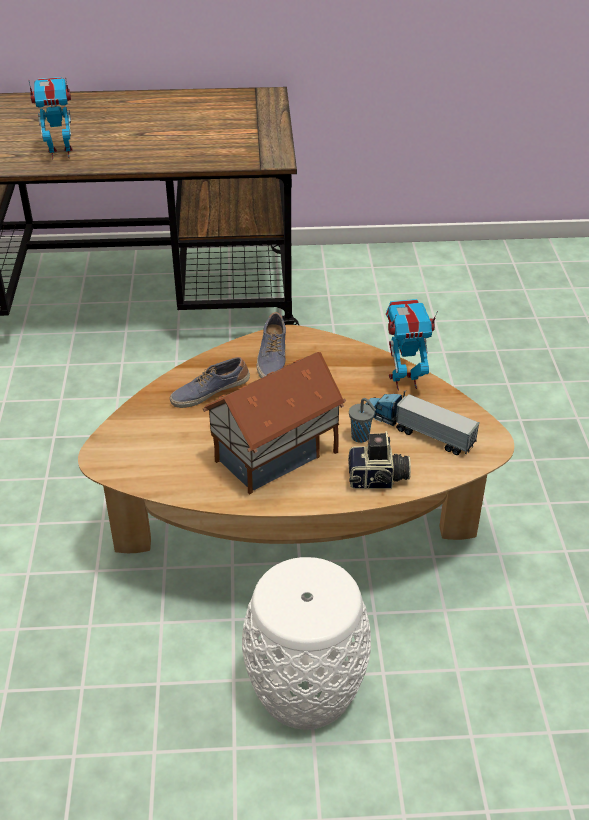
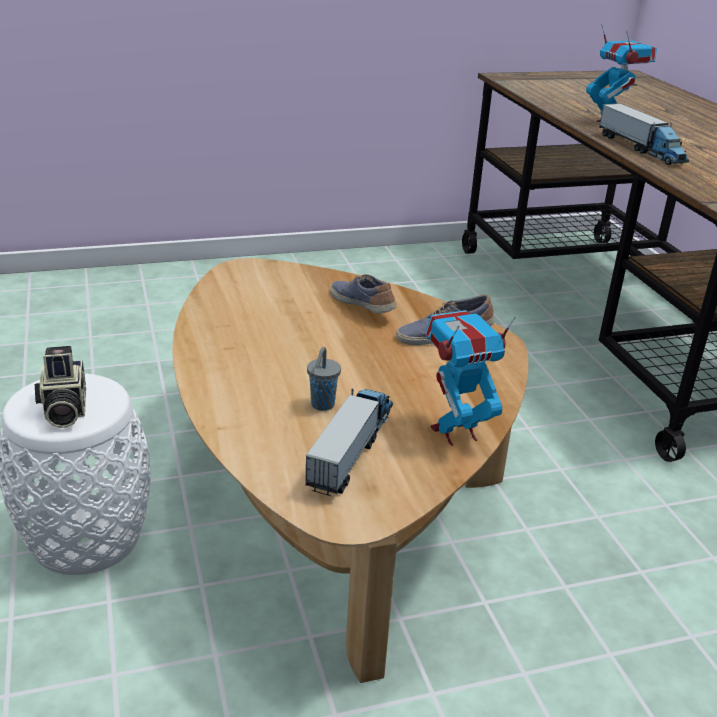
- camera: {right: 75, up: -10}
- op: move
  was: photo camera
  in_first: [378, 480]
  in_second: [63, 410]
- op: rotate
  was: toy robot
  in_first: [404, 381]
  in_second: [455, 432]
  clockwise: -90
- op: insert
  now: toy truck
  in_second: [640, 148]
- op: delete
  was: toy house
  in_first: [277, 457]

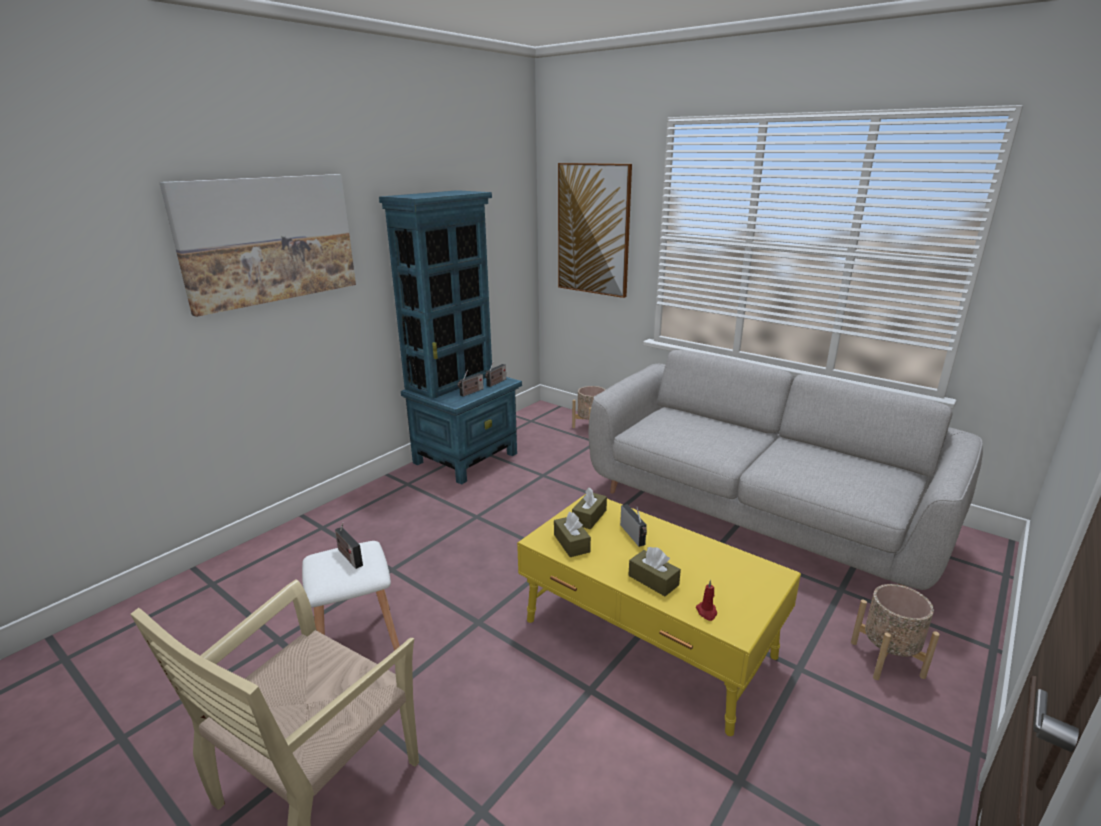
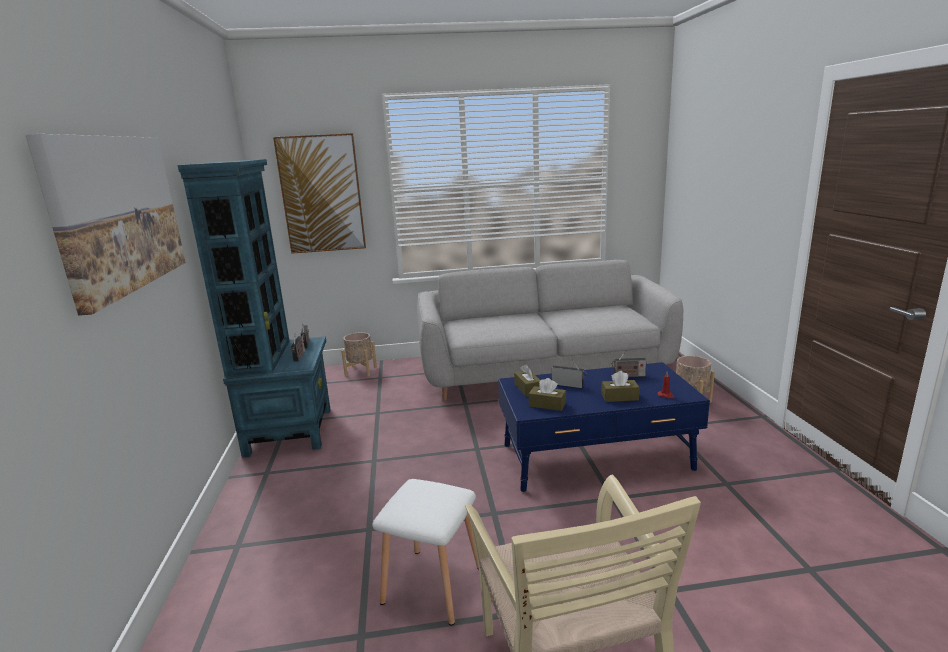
- camera: {right: -45, up: -5}
- op: recolor
  was: yellow coffee table
  now: blue coffee table
  in_first: [648, 639]
  in_second: [596, 457]
- op: move
  was: radio
  in_first: [348, 556]
  in_second: [628, 376]

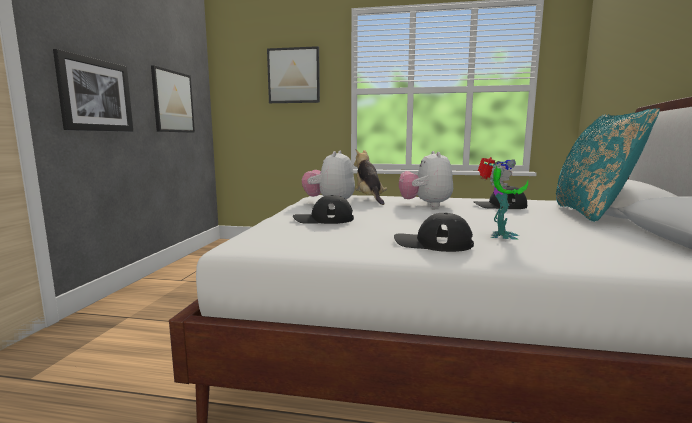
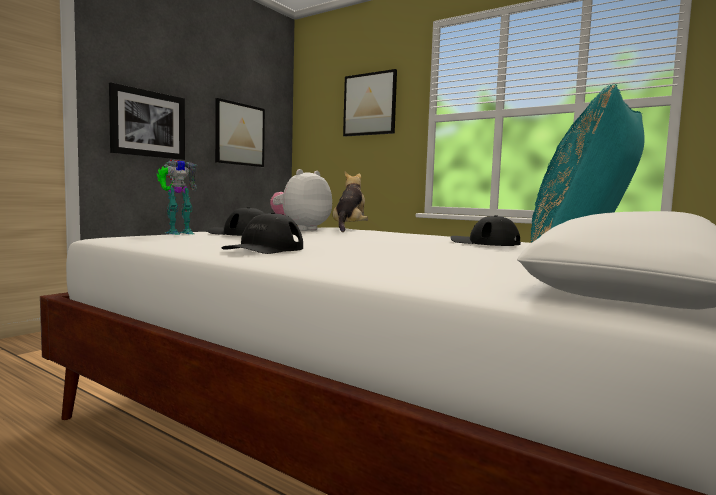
- camera: {right: 25, up: -5}
- op: move
  was: toy robot
  in_first: [499, 235]
  in_second: [178, 233]
- op: rotate
  was: black cap
  in_first: [432, 243]
  in_second: [264, 249]
  clockwise: -105
- op: delete
  was: plush toy
  in_first: [425, 205]

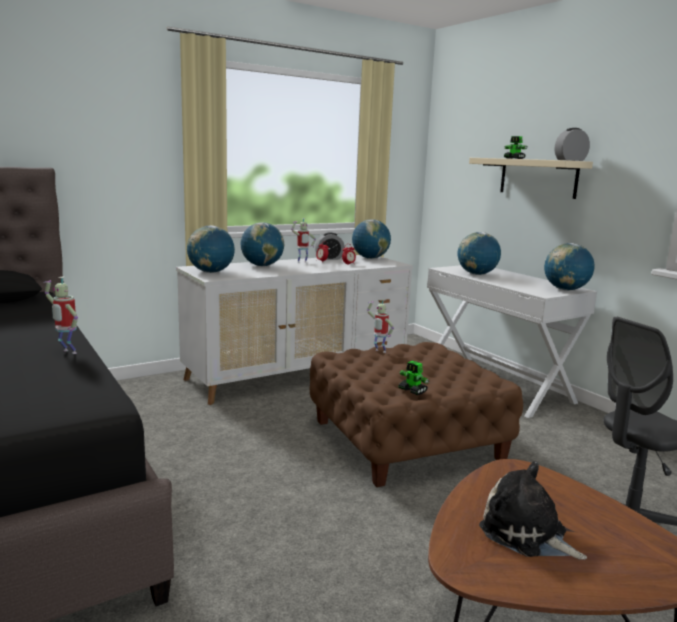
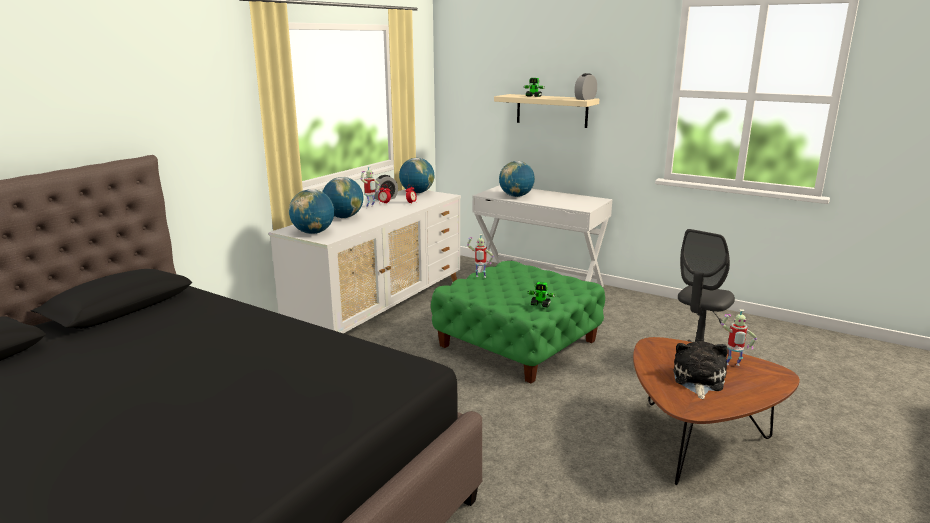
- camera: {right: -25, up: 5}
- op: recolor
  was: brown ottoman
  now: green ottoman
  in_first: [406, 440]
  in_second: [518, 343]
- op: rotate
  was: plush toy
  in_first: [527, 534]
  in_second: [698, 380]
  clockwise: 90
- op: move
  was: toy robot
  in_first: [67, 352]
  in_second: [732, 365]
- op: delete
  was: globe
  in_first: [565, 290]

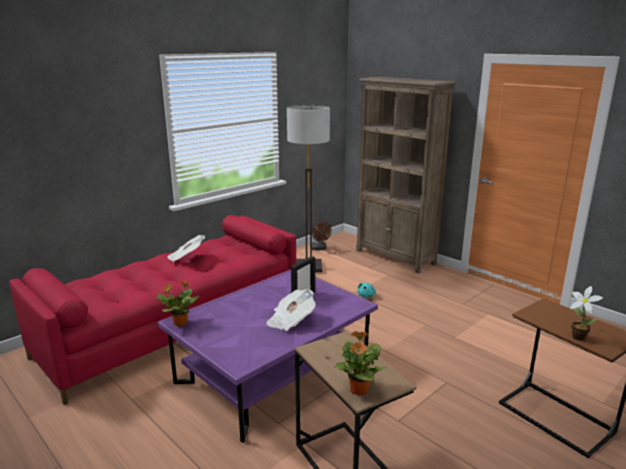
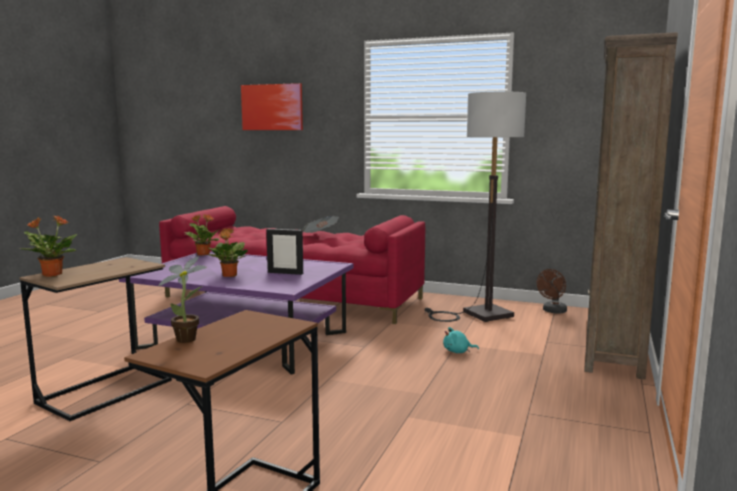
- camera: {right: 65, up: -10}
- op: replace
  was: newspaper
  now: potted plant
  in_first: [291, 321]
  in_second: [229, 275]
- op: insert
  now: picture
  in_second: [272, 107]

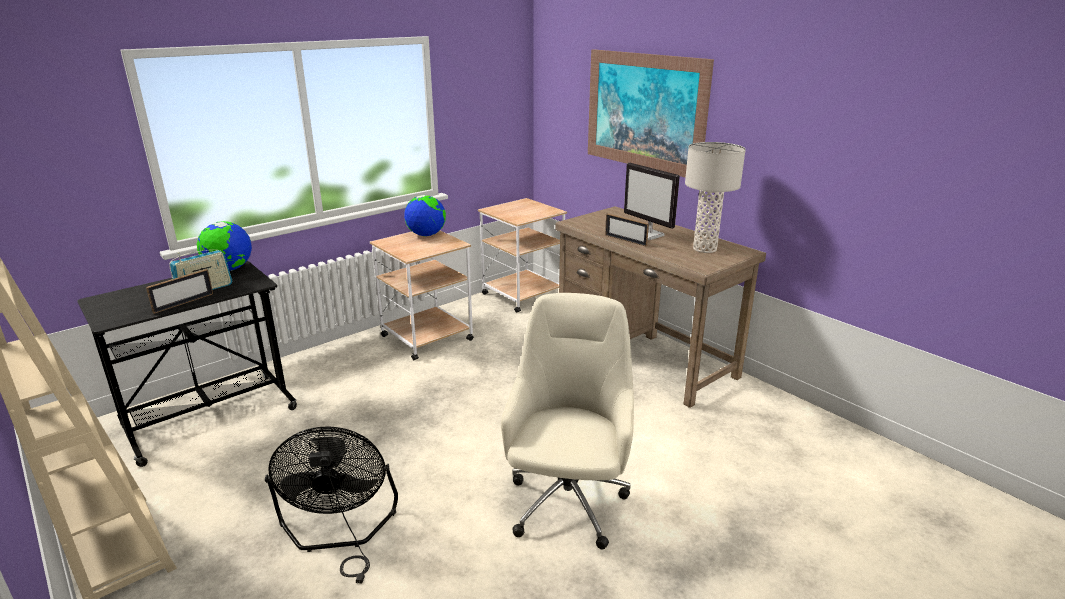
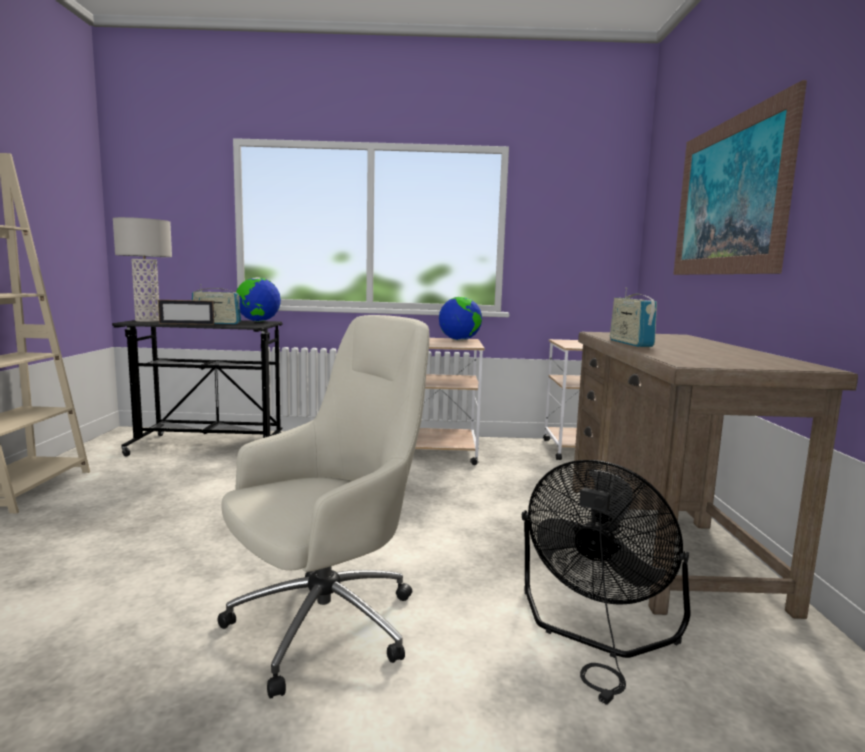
- camera: {right: 40, up: -15}
- op: move
  was: white table lamp
  in_first: [704, 249]
  in_second: [147, 320]
- op: move
  was: black fan
  in_first: [340, 535]
  in_second: [593, 633]
- op: replace
  was: picture frame
  now: radio
  in_first: [625, 240]
  in_second: [630, 343]
- op: delete
  was: monitor
  in_first: [649, 235]

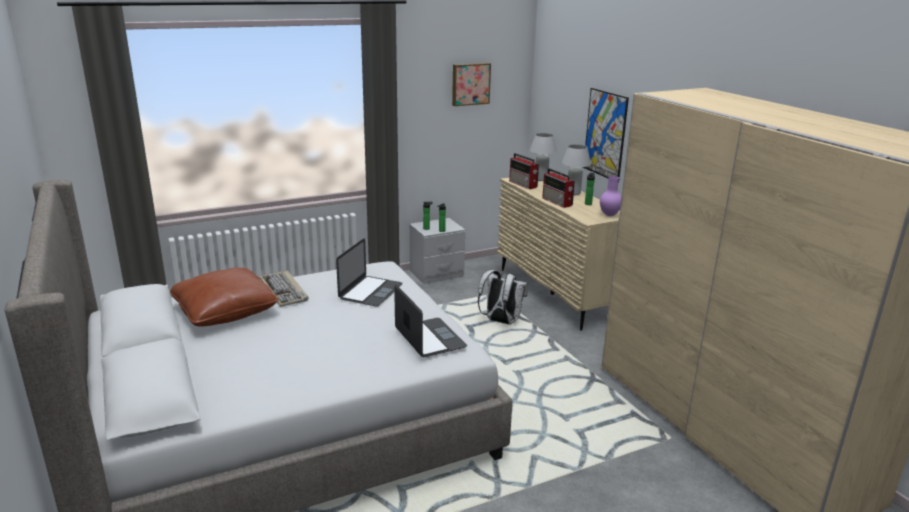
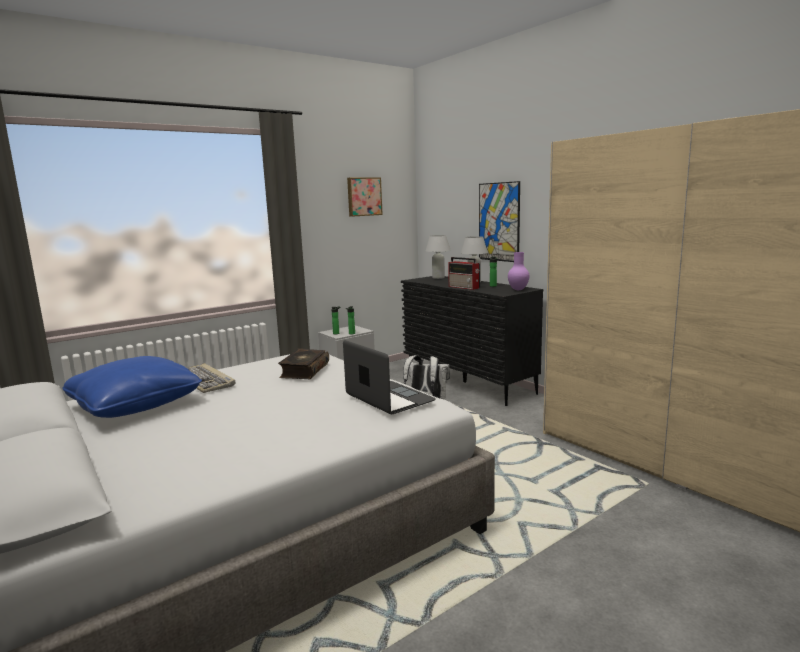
- camera: {right: -10, up: -10}
- op: recolor
  was: brown pillow
  now: blue pillow
  in_first: [225, 311]
  in_second: [135, 405]
- op: replace
  was: laptop
  now: book
  in_first: [370, 291]
  in_second: [304, 371]
- op: recolor
  was: beige dresser
  now: black dresser
  in_first: [555, 294]
  in_second: [467, 382]
- op: delete
  was: radio
  in_first: [523, 184]

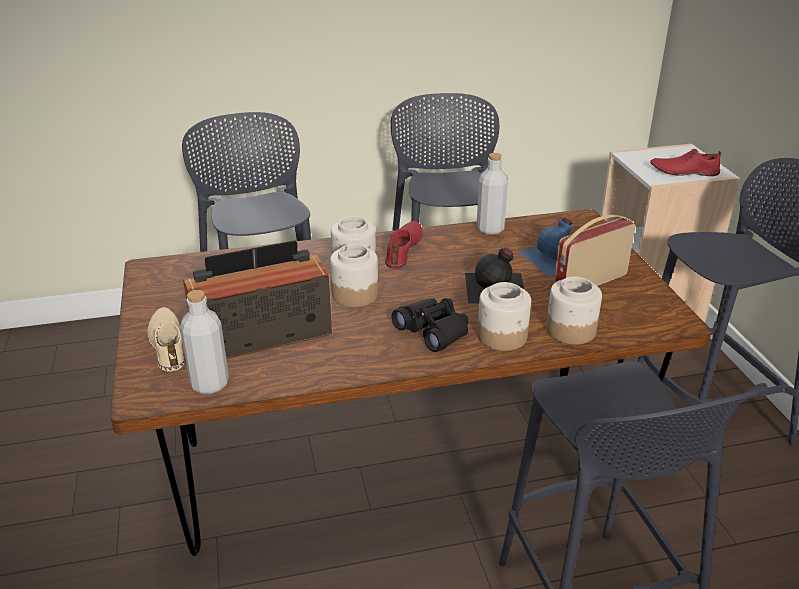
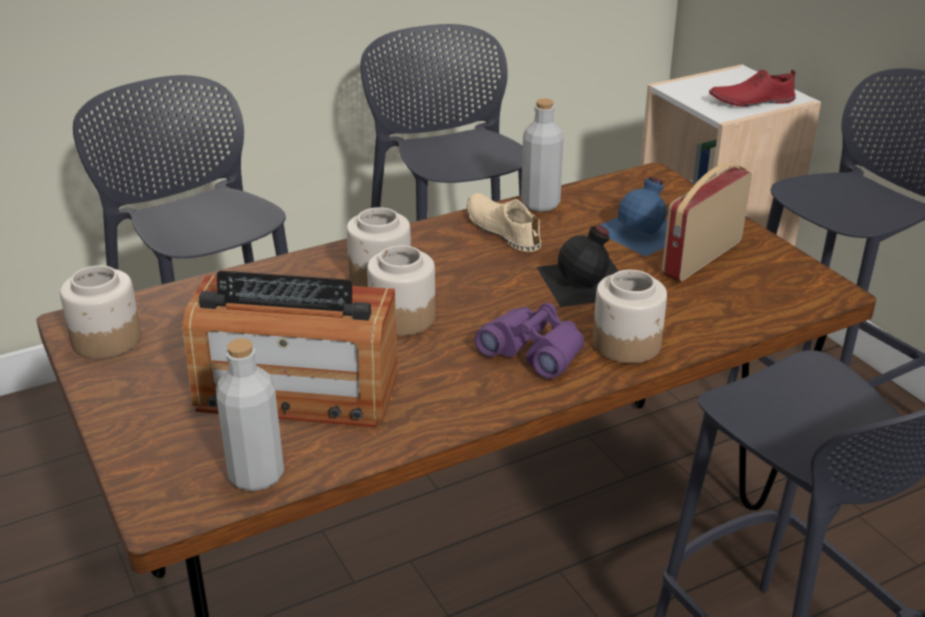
- camera: {right: -15, up: 0}
- op: move
  was: jar
  in_first: [570, 330]
  in_second: [106, 340]
- op: rotate
  was: radio
  in_first: [261, 333]
  in_second: [297, 391]
  clockwise: -135
- op: move
  was: beige shoe
  in_first: [168, 344]
  in_second: [503, 229]
- op: recolor
  was: black binoculars
  now: purple binoculars
  in_first: [433, 331]
  in_second: [534, 351]
- op: delete
  was: red shoe
  in_first: [404, 249]

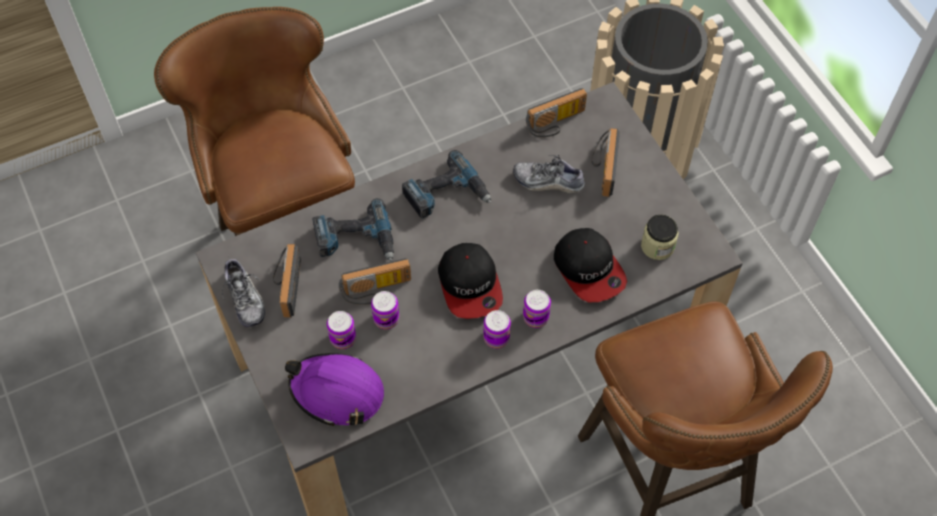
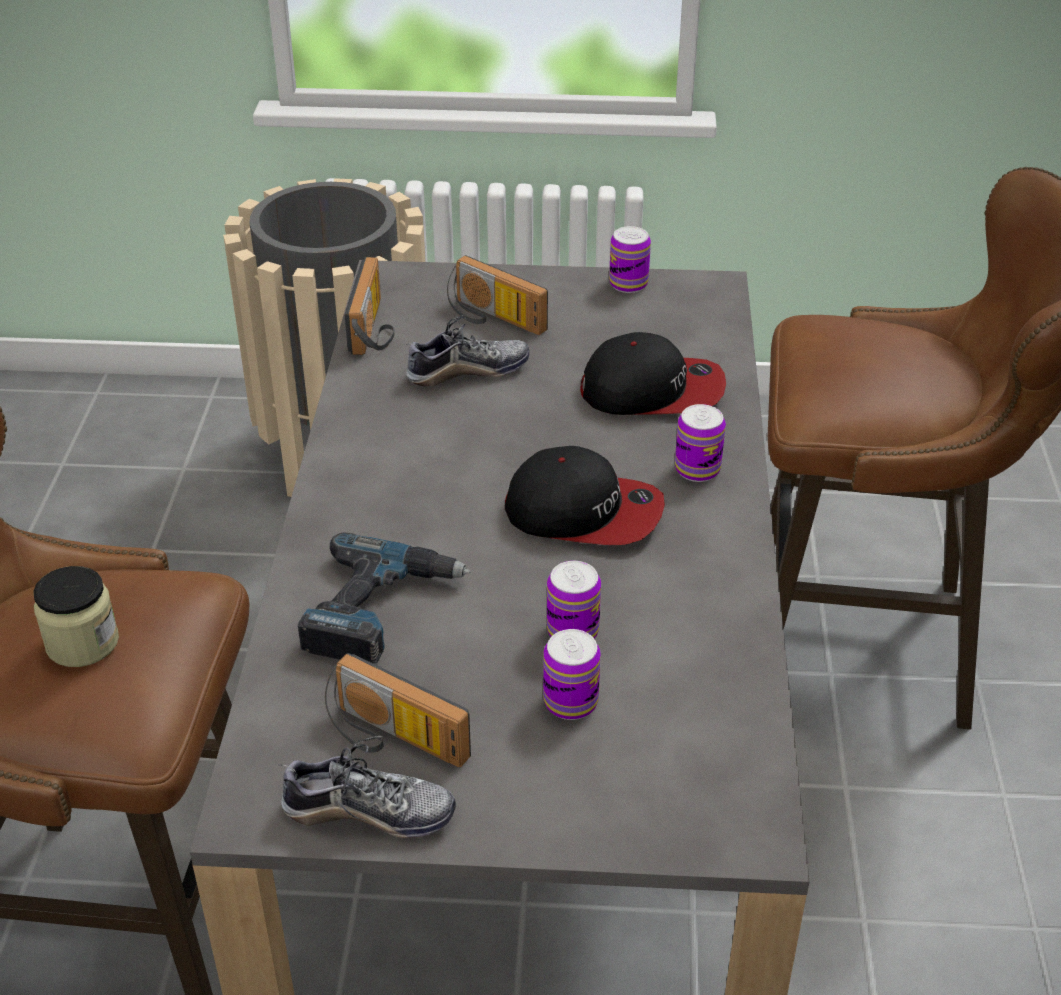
- camera: {right: -60, up: -20}
- op: move
  was: jar
  in_first: [657, 246]
  in_second: [82, 643]
- op: rotate
  was: shoe
  in_first: [548, 181]
  in_second: [467, 371]
  clockwise: -150
- op: move
  was: can
  in_first: [496, 338]
  in_second: [628, 284]
- op: delete
  was: purple hard hat
  in_first: [337, 392]
- op: delete
  was: radio
  in_first: [376, 291]
- op: delete
  was: power drill
  in_first: [446, 195]

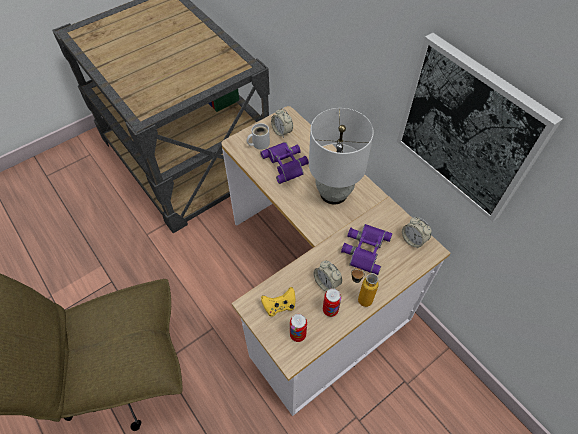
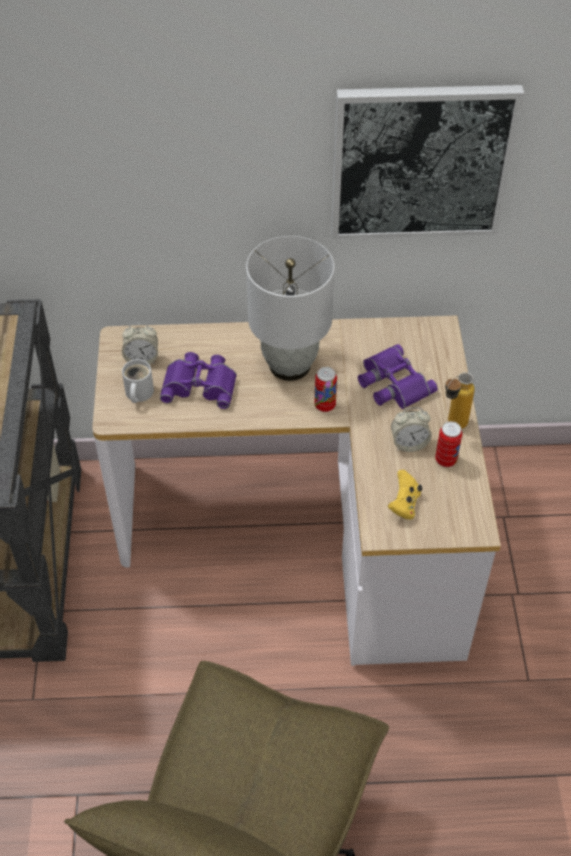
- camera: {right: -55, up: -5}
- op: move
  was: can
  in_first: [297, 334]
  in_second: [325, 405]
- op: delete
  was: alarm clock
  in_first: [413, 240]

